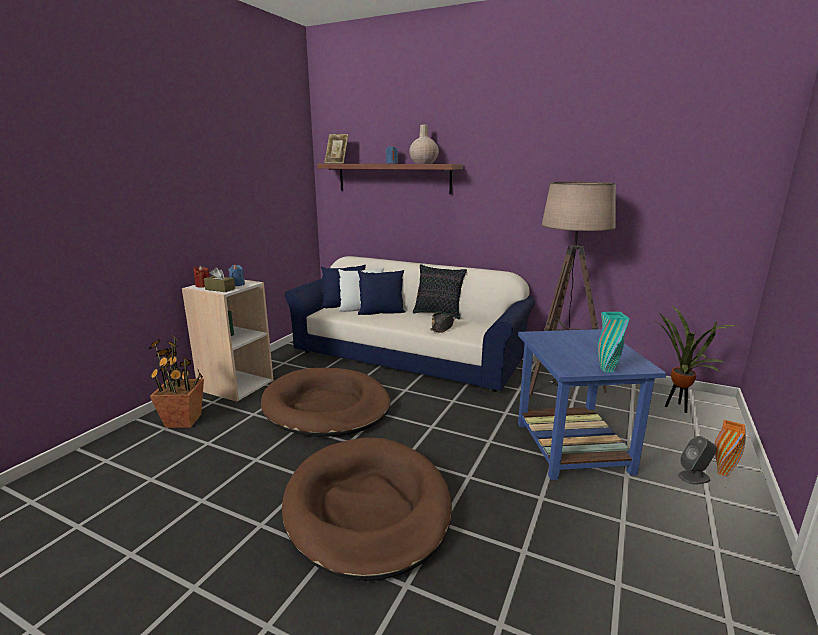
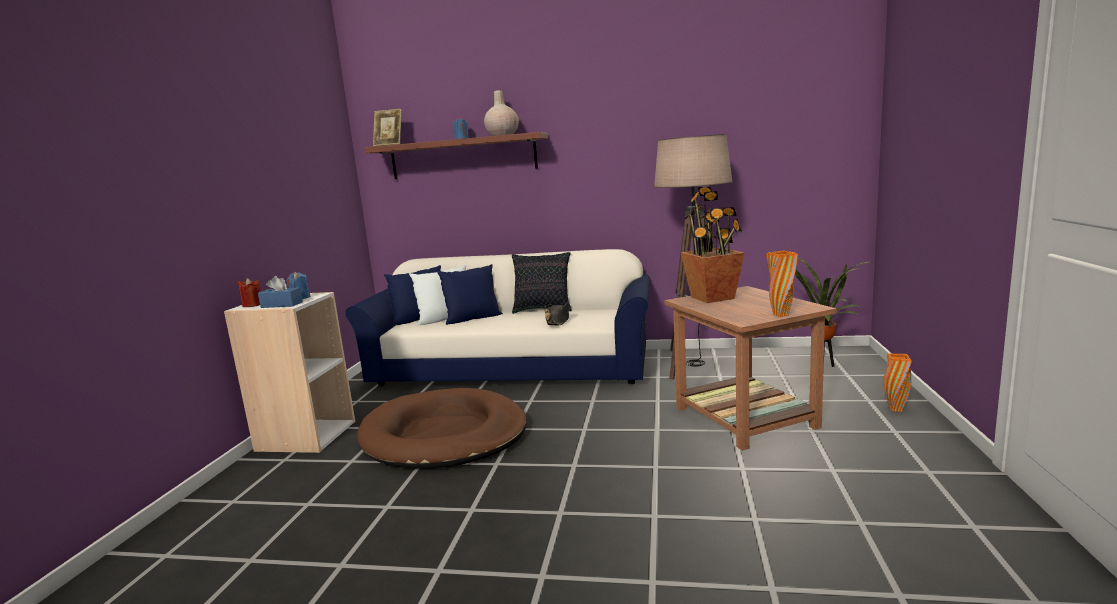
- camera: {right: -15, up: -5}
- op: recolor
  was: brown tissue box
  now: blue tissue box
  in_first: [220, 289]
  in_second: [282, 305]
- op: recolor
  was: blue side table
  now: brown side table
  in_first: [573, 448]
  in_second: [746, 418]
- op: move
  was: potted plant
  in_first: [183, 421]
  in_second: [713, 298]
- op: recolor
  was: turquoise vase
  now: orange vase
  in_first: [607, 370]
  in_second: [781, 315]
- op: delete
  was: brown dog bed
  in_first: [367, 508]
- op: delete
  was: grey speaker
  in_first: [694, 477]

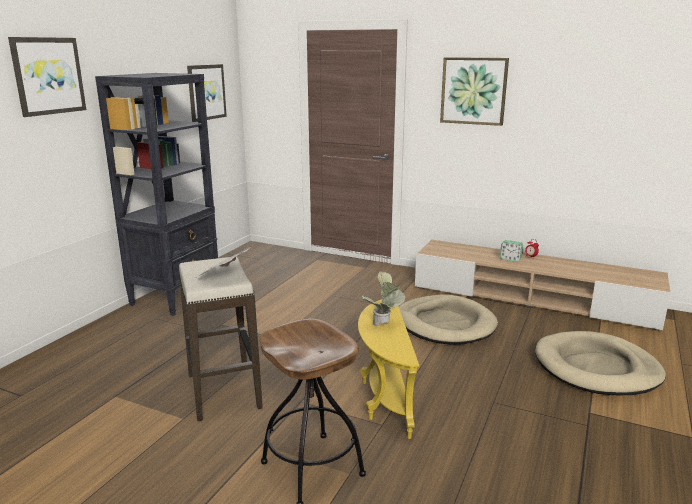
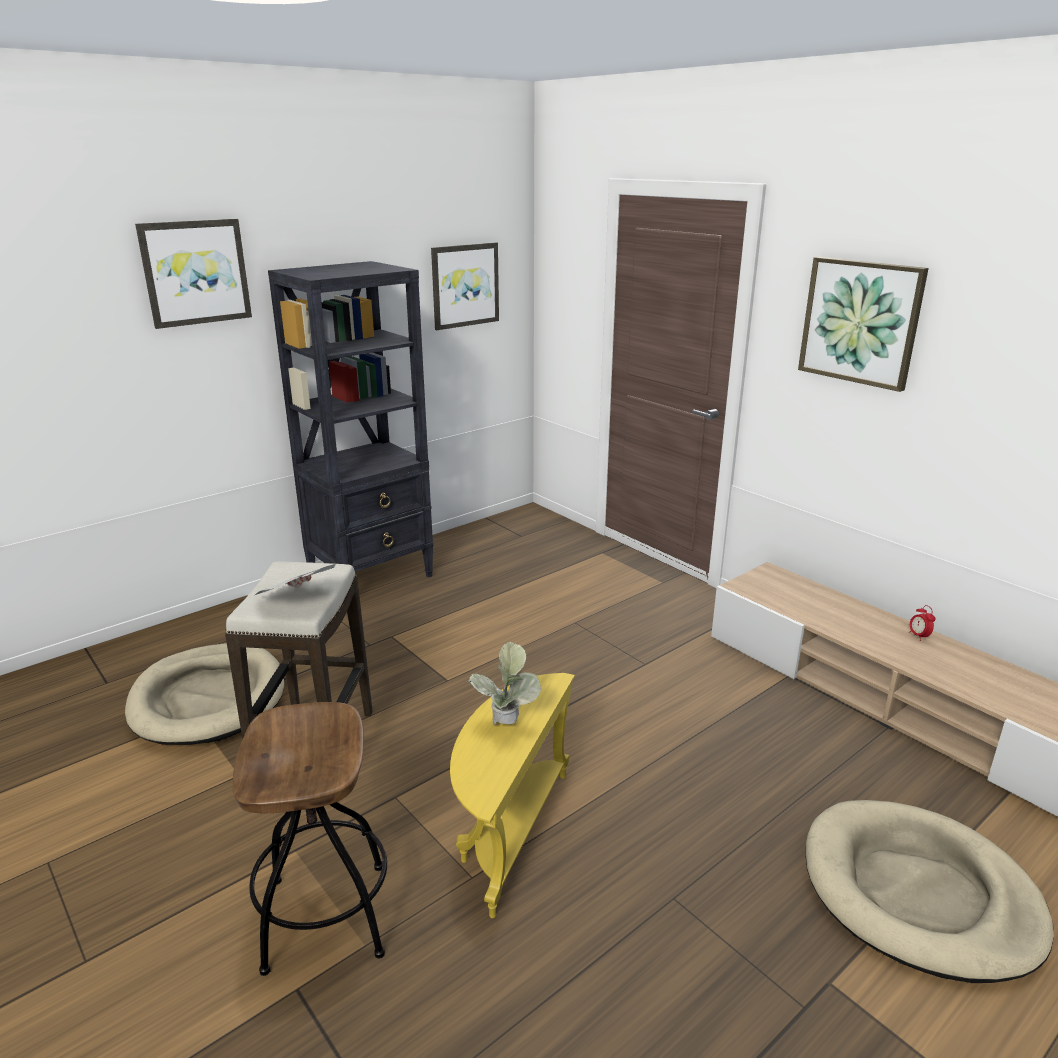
- camera: {right: 25, up: 5}
- op: move
  was: beige dog bed
  in_first: [445, 324]
  in_second: [209, 699]
- op: delete
  was: alarm clock
  in_first: [510, 259]

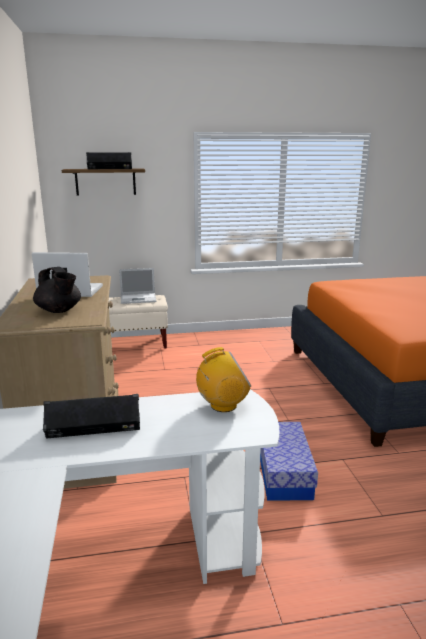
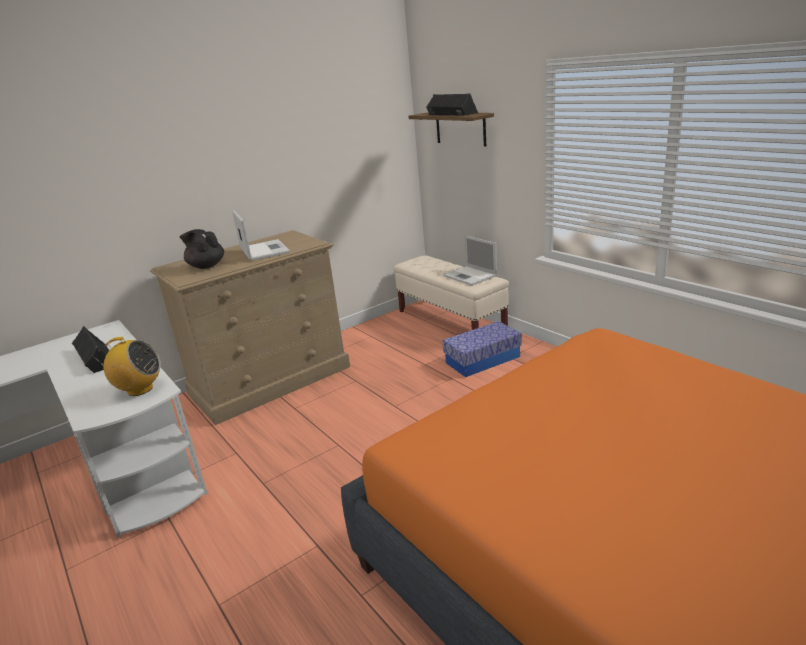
- camera: {right: 65, up: 5}
- op: rotate
  was: radio
  in_first: [223, 405]
  in_second: [139, 389]
  clockwise: -45
- op: rotate
  was: black teapot
  in_first: [59, 311]
  in_second: [206, 266]
  clockwise: 105
- op: move
  was: storage box
  in_first: [284, 472]
  in_second: [482, 360]

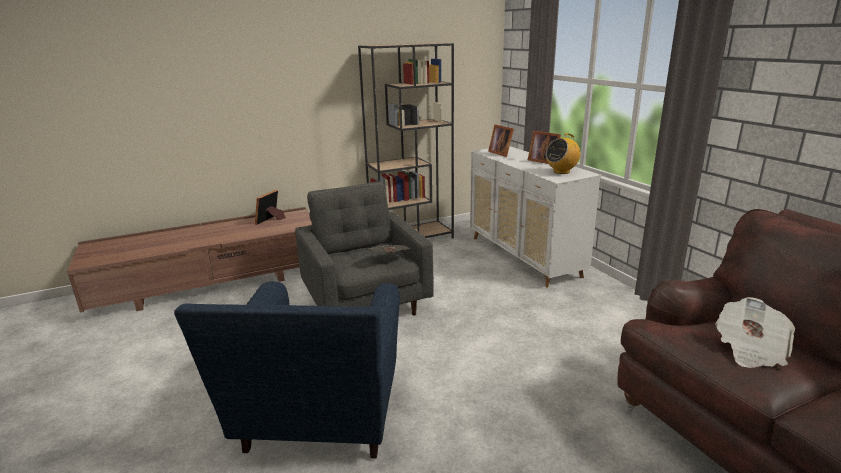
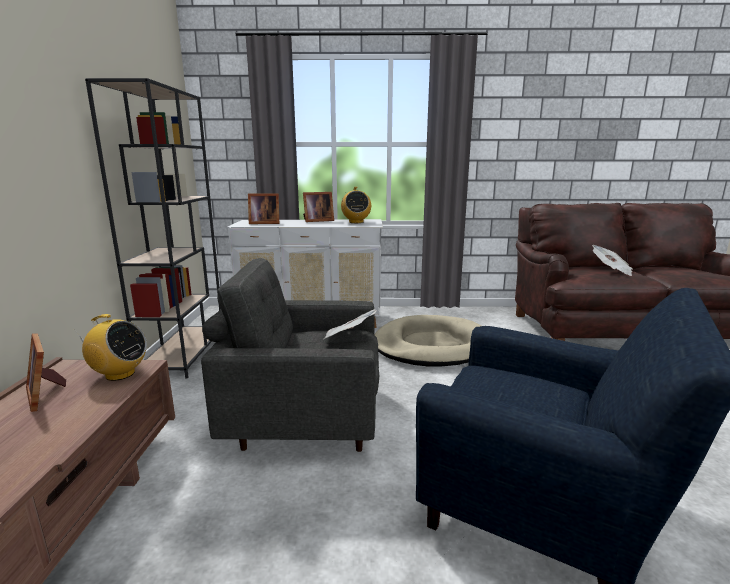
- camera: {right: -65, up: -5}
- op: insert
  now: radio
  in_second: [119, 374]
- op: insert
  now: beige dog bed
  in_second: [431, 346]

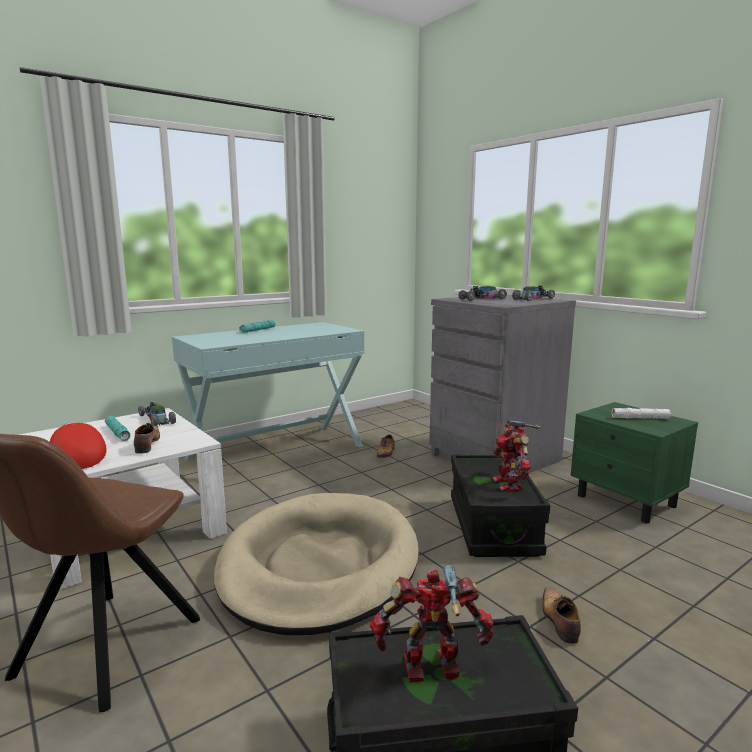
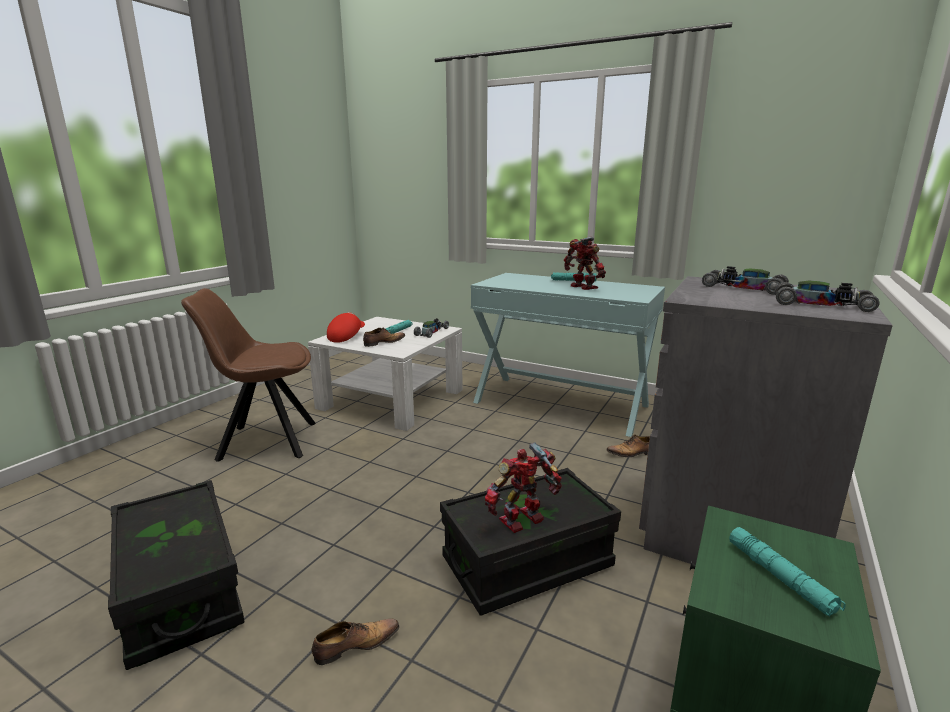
- camera: {right: 65, up: 5}
- op: move
  was: toy robot
  in_first: [432, 670]
  in_second: [582, 287]
- op: recolor
  was: white flashlight
  now: turquoise flashlight
  in_first: [641, 418]
  in_second: [780, 577]
- op: delete
  was: beige dog bed
  in_first: [319, 566]

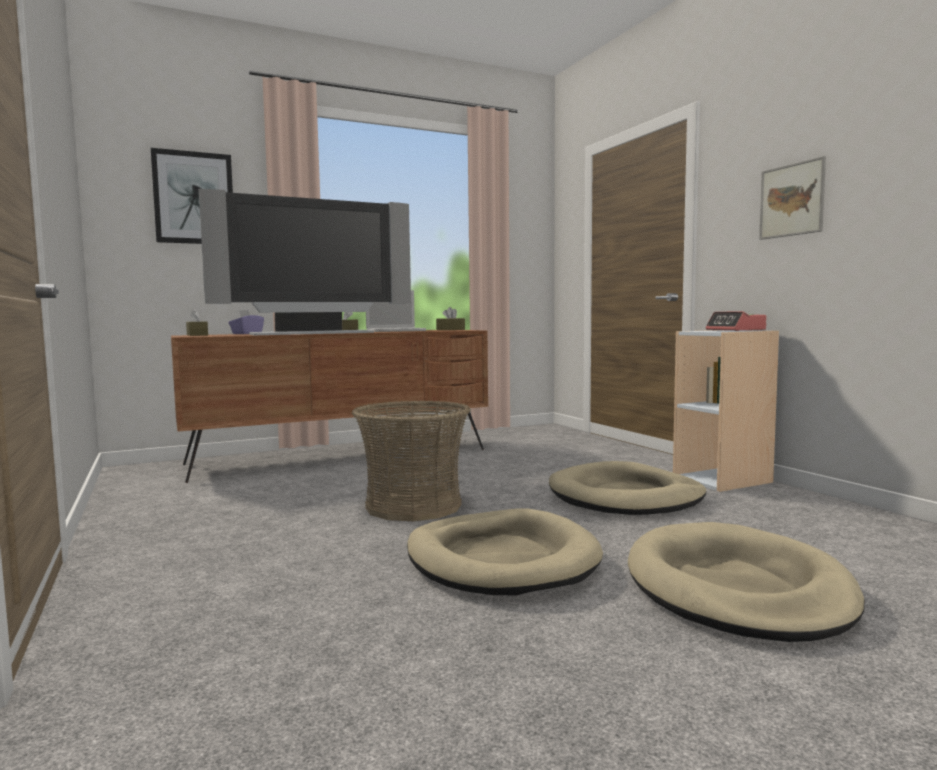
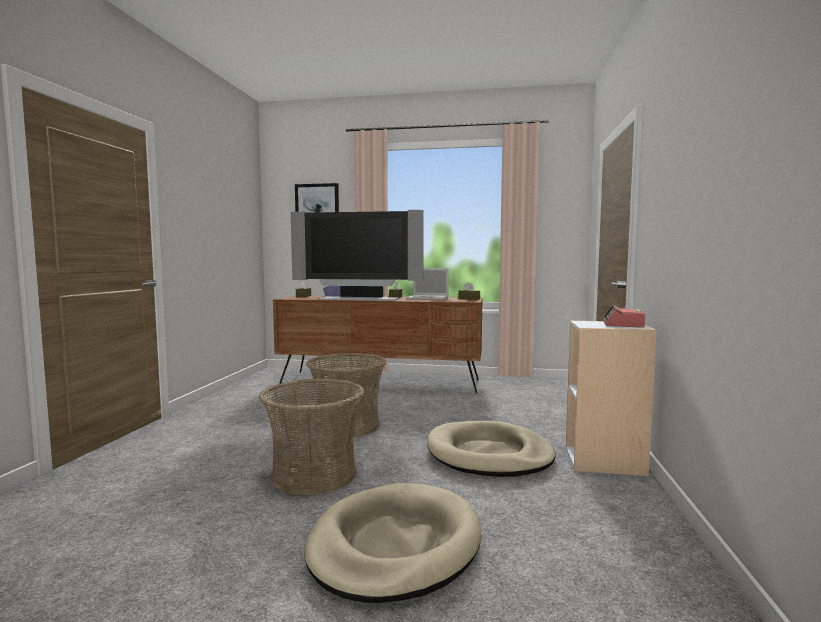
- camera: {right: 35, up: 0}
- op: replace
  was: beige dog bed
  now: basket
  in_first: [501, 559]
  in_second: [314, 475]
- op: delete
  was: picture
  in_first: [792, 200]

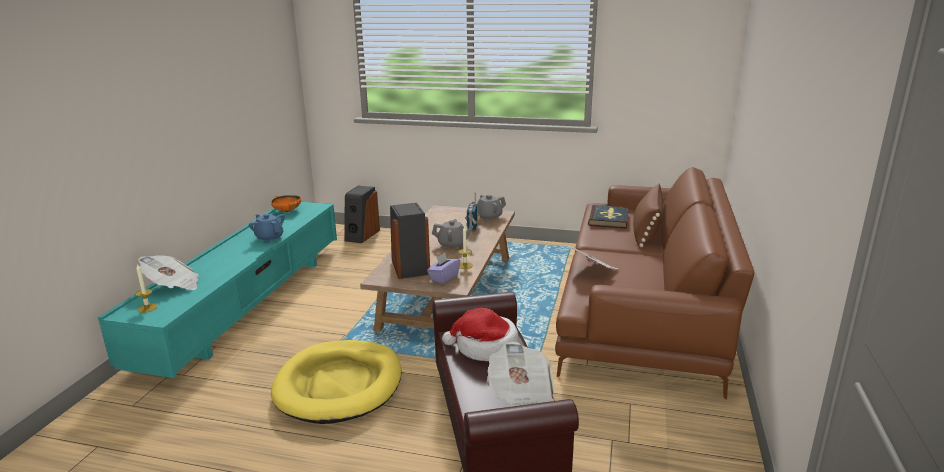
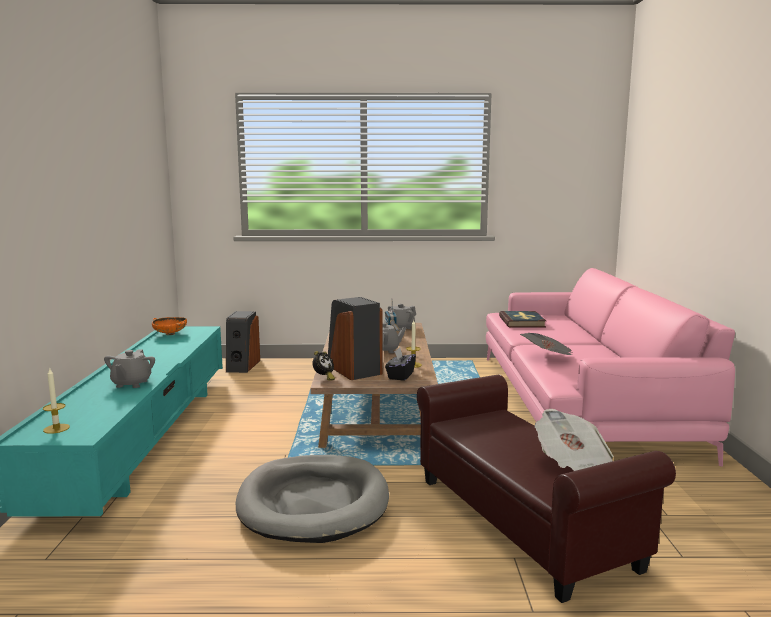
- camera: {right: -15, up: -10}
- op: insert
  now: grey teapot
  in_second: [131, 384]
- op: recolor
  was: yellow dog bed
  now: grey dog bed
  in_first: [339, 385]
  in_second: [314, 503]
- op: insert
  now: alarm clock
  in_second: [323, 378]
- op: recolor
  was: purple tissue box
  now: black tissue box
  in_first: [444, 278]
  in_second: [400, 376]
- op: recolor
  was: brown sofa
  now: pink sofa
  in_first: [644, 307]
  in_second: [582, 401]
- op: delete
  was: newspaper
  in_first: [173, 286]
- op: delete
  was: blue teapot
  in_first: [269, 238]
- op: delete
  was: hat
  in_first: [485, 347]
- op: delete
  was: brown pillow
  in_first: [646, 231]

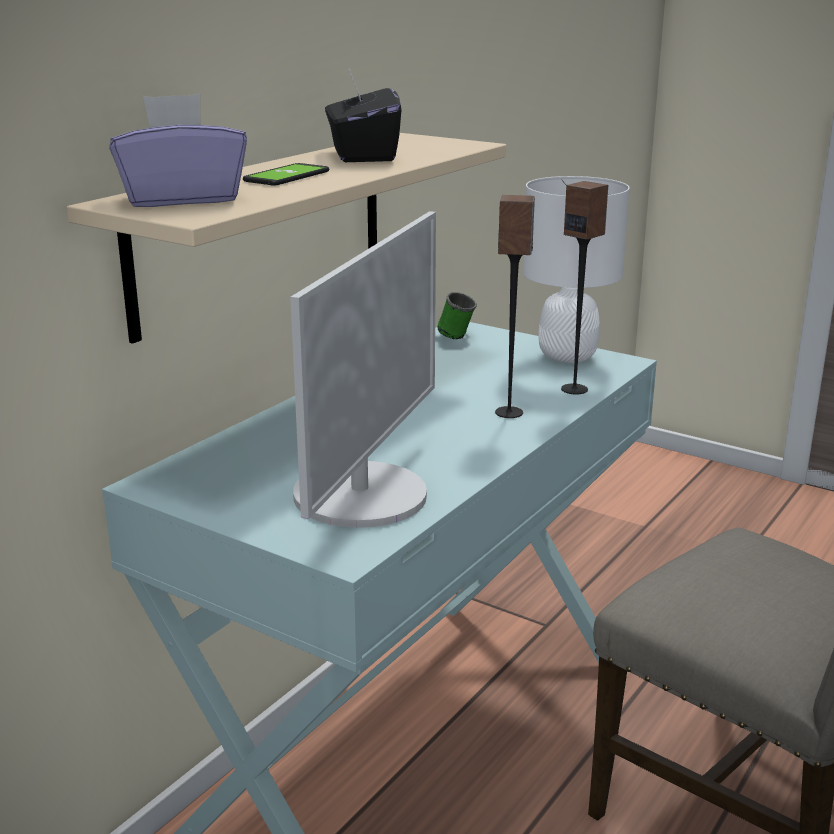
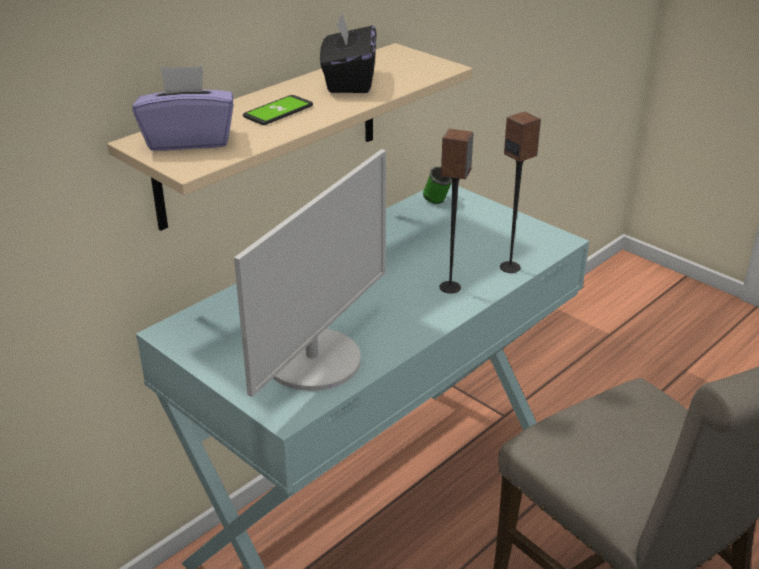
- camera: {right: 10, up: 10}
- op: delete
  was: white table lamp
  in_first: [568, 356]

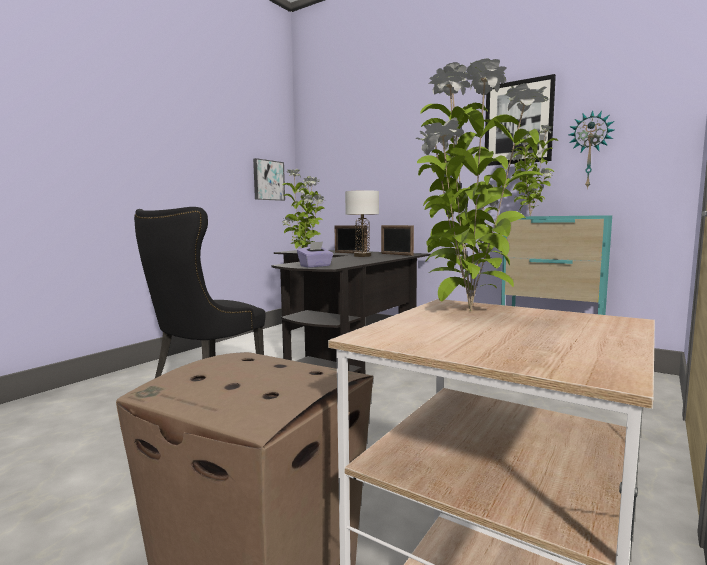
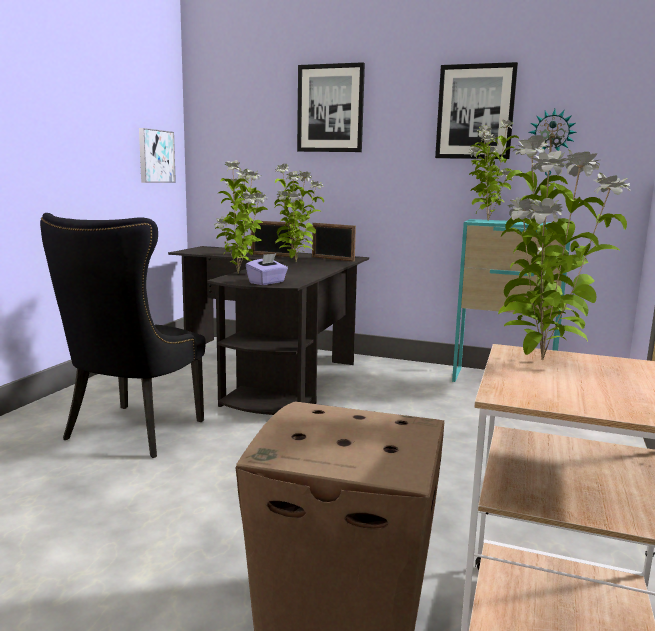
- camera: {right: -15, up: 5}
- op: replace
  was: table lamp
  now: potted plant
  in_first: [362, 256]
  in_second: [295, 262]
- op: insert
  now: picture
  in_second: [330, 108]

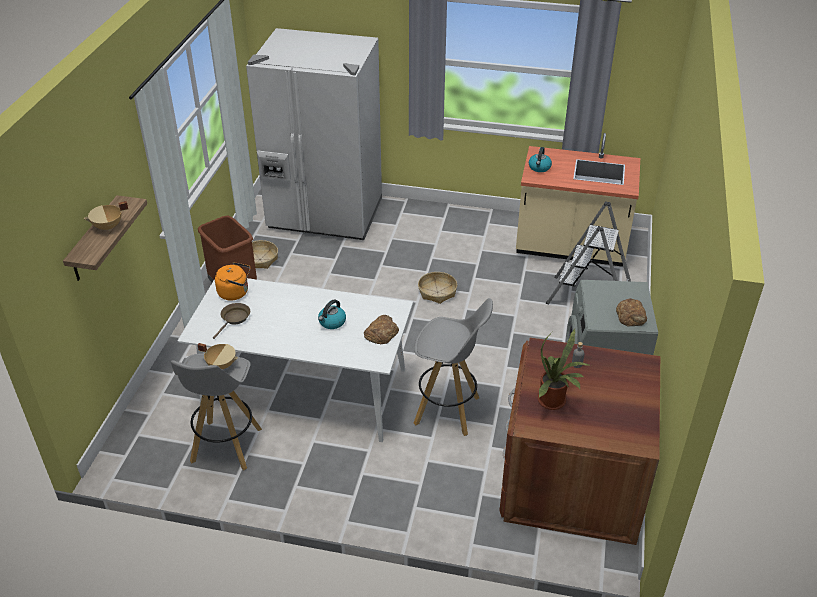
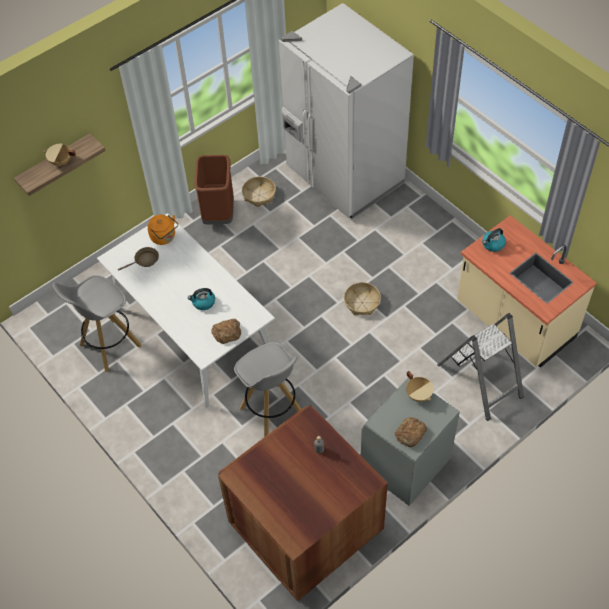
- camera: {right: 40, up: 15}
- op: move
  was: beige cooking pot
  in_first: [221, 365]
  in_second: [419, 394]
- op: delete
  was: potted plant
  in_first: [554, 402]

